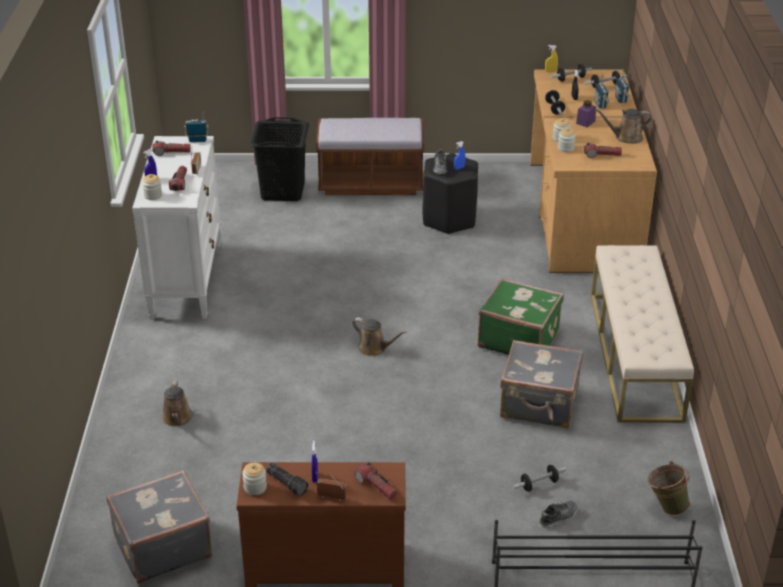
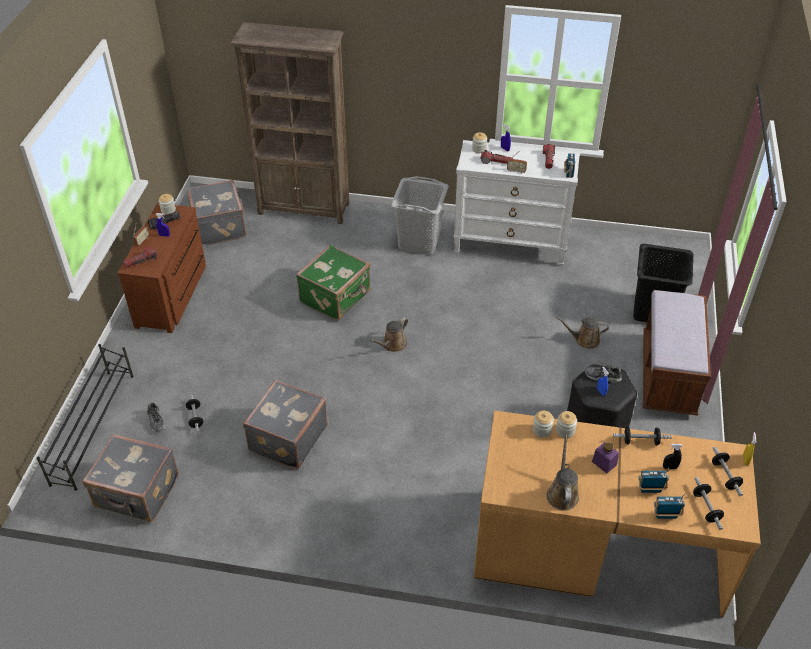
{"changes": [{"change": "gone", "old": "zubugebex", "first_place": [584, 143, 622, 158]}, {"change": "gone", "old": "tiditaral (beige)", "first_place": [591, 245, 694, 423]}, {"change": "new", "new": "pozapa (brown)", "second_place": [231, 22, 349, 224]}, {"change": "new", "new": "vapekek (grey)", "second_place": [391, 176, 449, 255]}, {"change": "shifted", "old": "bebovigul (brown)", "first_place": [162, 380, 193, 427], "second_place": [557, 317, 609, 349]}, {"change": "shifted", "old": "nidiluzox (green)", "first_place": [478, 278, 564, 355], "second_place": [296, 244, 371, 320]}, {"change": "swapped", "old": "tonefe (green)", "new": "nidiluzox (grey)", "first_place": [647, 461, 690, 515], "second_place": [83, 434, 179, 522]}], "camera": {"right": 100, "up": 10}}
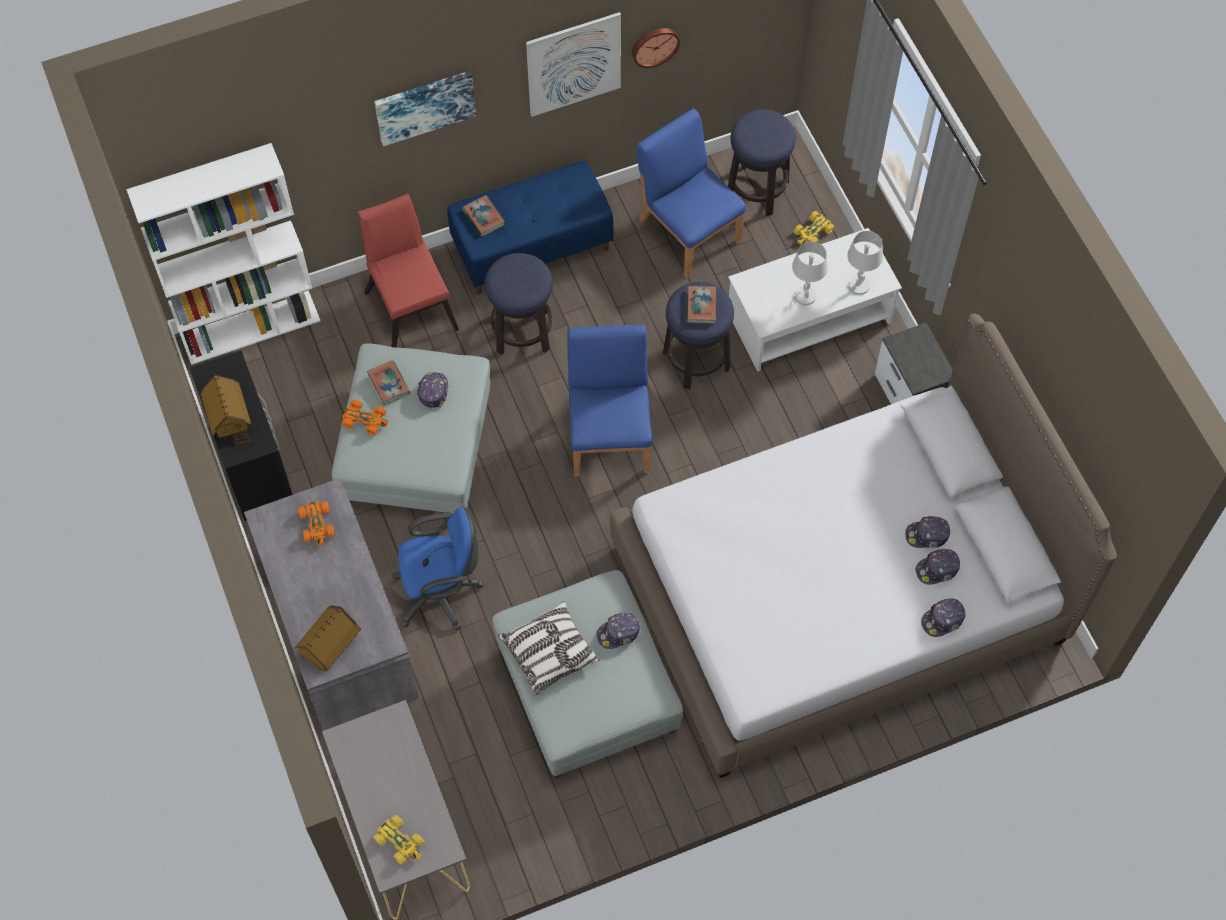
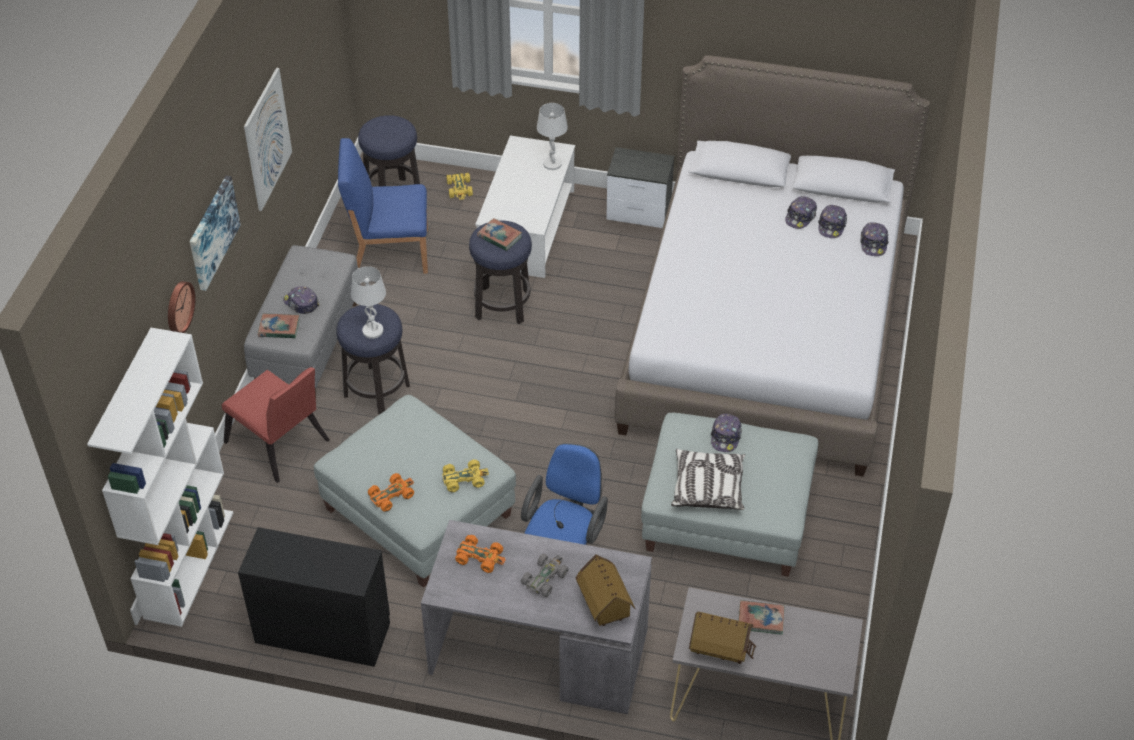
{"changes": [{"change": "gone", "old": "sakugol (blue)", "first_place": [567, 325, 652, 476]}, {"change": "new", "new": "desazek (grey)", "second_place": [521, 554, 569, 597]}, {"change": "shifted", "old": "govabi", "first_place": [201, 375, 251, 446], "second_place": [689, 612, 756, 664]}, {"change": "shifted", "old": "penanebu", "first_place": [367, 360, 410, 405], "second_place": [738, 600, 785, 635]}, {"change": "shifted", "old": "desazek (yellow)", "first_place": [373, 815, 424, 865], "second_place": [442, 460, 489, 492]}, {"change": "shifted", "old": "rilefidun", "first_place": [417, 373, 448, 408], "second_place": [283, 286, 320, 314]}, {"change": "shifted", "old": "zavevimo", "first_place": [632, 28, 680, 68], "second_place": [168, 281, 195, 333]}, {"change": "shifted", "old": "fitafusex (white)", "first_place": [792, 241, 828, 305], "second_place": [351, 266, 386, 339]}, {"change": "repainted", "old": "tiditaral (blue)", "new": "tiditaral (grey)", "first_place": [447, 161, 614, 295], "second_place": [244, 245, 361, 397]}, {"change": "rotated", "old": "sakugol (red)", "first_place": [358, 194, 459, 348], "second_place": [222, 367, 330, 483], "degrees": -150}], "camera": {"right": -55, "up": -15}}
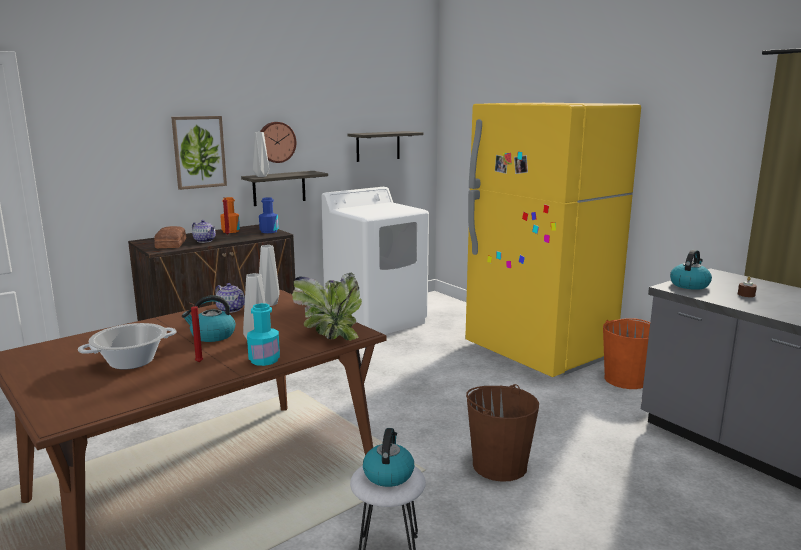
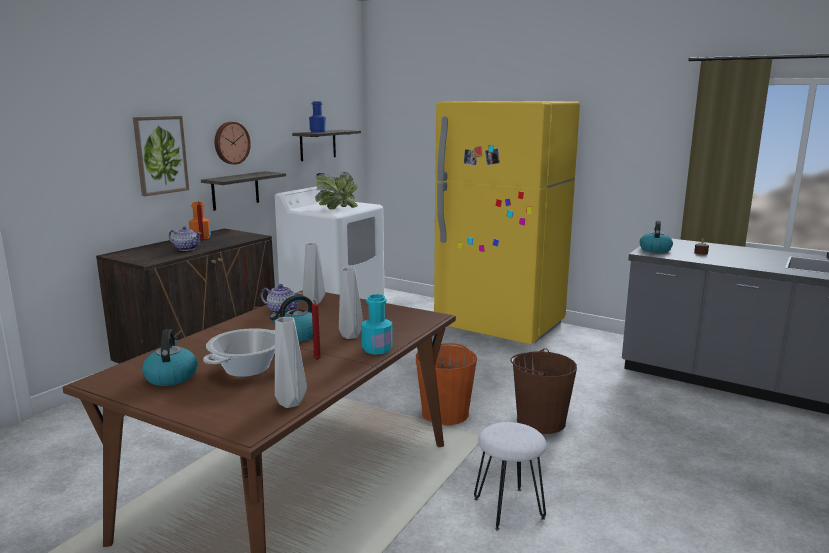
{"changes": [{"change": "gone", "old": "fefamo", "first_place": [154, 226, 186, 248]}, {"change": "shifted", "old": "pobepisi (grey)", "first_place": [253, 132, 269, 177], "second_place": [275, 317, 307, 408]}, {"change": "shifted", "old": "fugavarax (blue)", "first_place": [259, 197, 279, 233], "second_place": [309, 102, 326, 133]}, {"change": "shifted", "old": "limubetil", "first_place": [292, 273, 362, 340], "second_place": [315, 172, 358, 210]}, {"change": "shifted", "old": "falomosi", "first_place": [363, 428, 414, 487], "second_place": [142, 329, 198, 386]}, {"change": "shifted", "old": "tonefe (orange)", "first_place": [603, 318, 650, 389], "second_place": [416, 343, 477, 425]}], "camera": {"right": -20, "up": 0}}
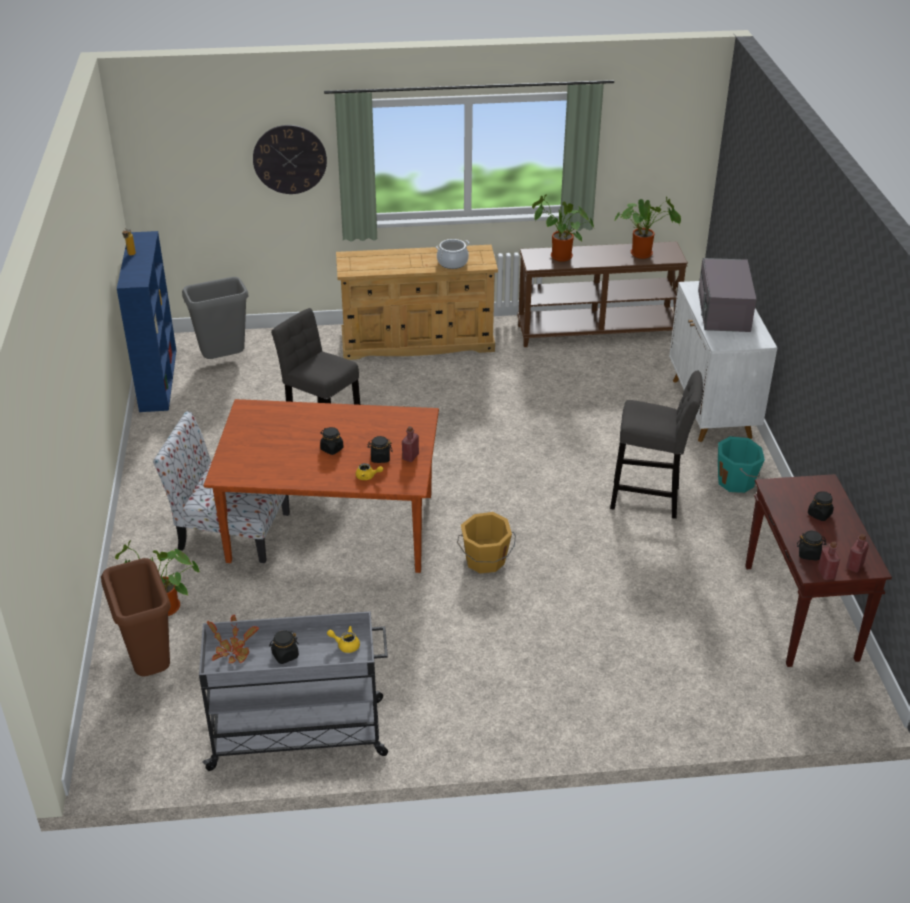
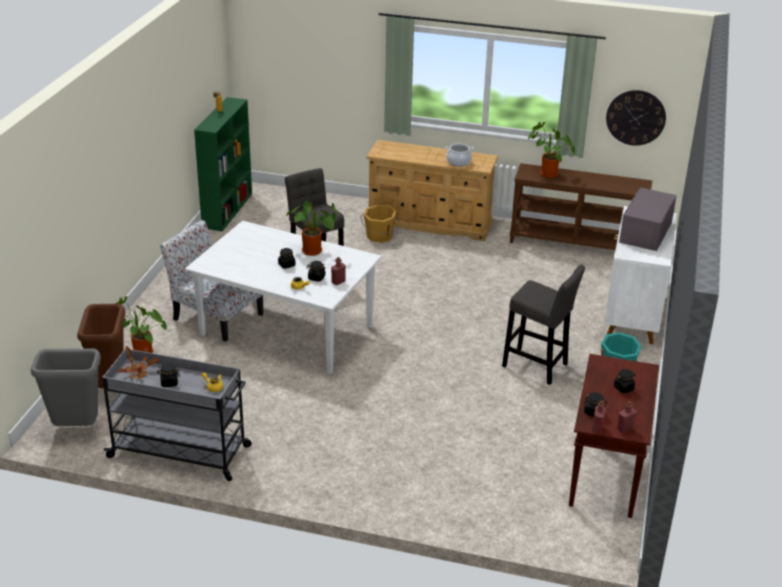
{"changes": [{"change": "shifted", "old": "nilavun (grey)", "first_place": [182, 277, 248, 359], "second_place": [31, 348, 101, 426]}, {"change": "shifted", "old": "zavevimo", "first_place": [253, 125, 327, 194], "second_place": [606, 90, 666, 146]}, {"change": "shifted", "old": "tonefe (orange)", "first_place": [457, 512, 516, 574], "second_place": [360, 205, 399, 243]}, {"change": "shifted", "old": "limubetil", "first_place": [615, 197, 681, 259], "second_place": [286, 201, 339, 256]}, {"change": "repainted", "old": "pozapa (blue)", "new": "pozapa (green)", "first_place": [117, 231, 176, 412], "second_place": [194, 97, 252, 231]}, {"change": "repainted", "old": "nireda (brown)", "new": "nireda (white)", "first_place": [204, 399, 439, 573], "second_place": [185, 221, 382, 374]}], "camera": {"right": 20, "up": -5}}
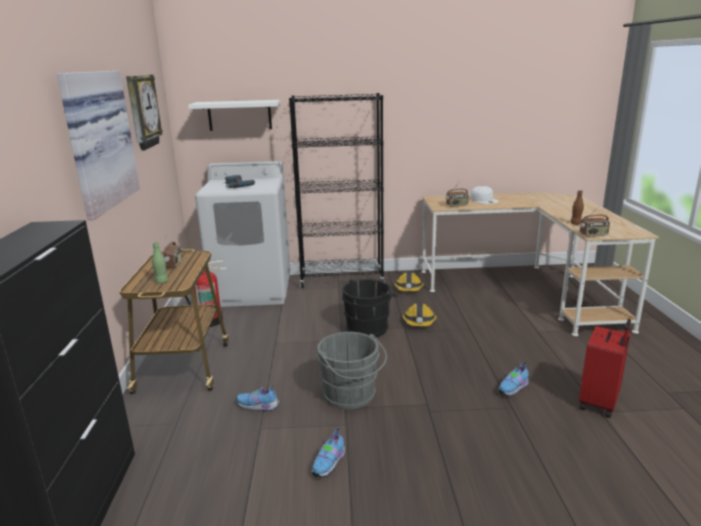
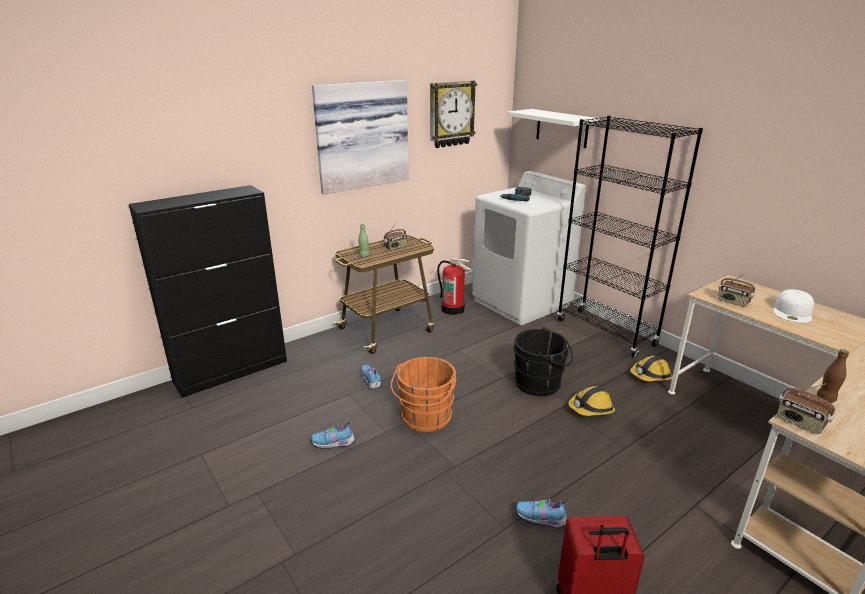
{"changes": [{"change": "repainted", "old": "tonefe (grey)", "new": "tonefe (orange)", "first_place": [317, 332, 387, 409], "second_place": [391, 357, 456, 432]}], "camera": {"right": 55, "up": 5}}
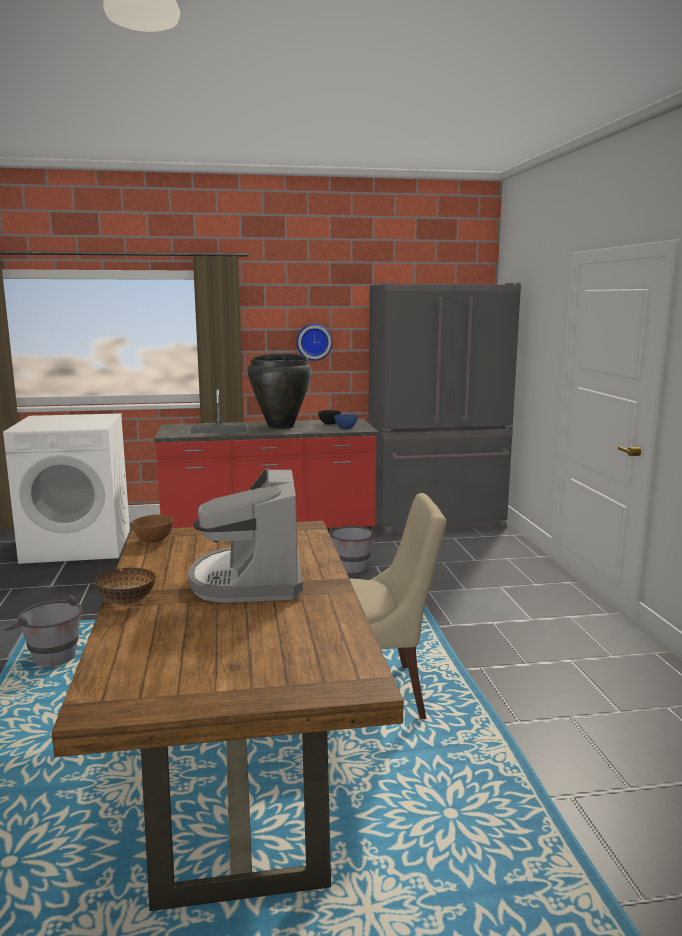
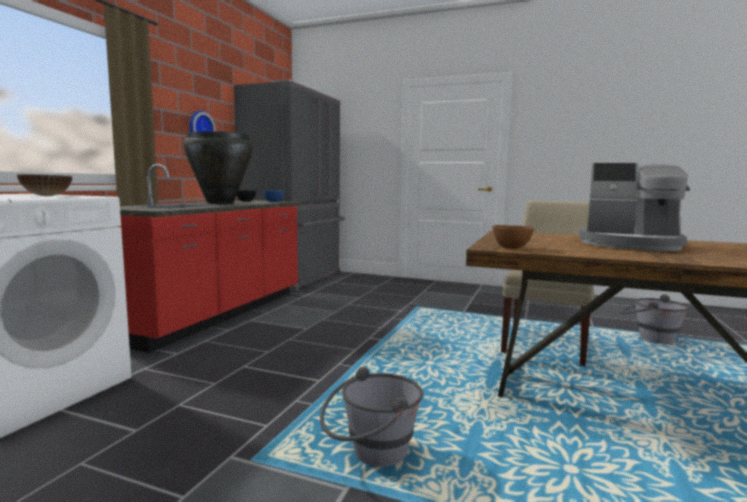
{"changes": [{"change": "shifted", "old": "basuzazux", "first_place": [94, 568, 156, 605], "second_place": [17, 174, 72, 196]}, {"change": "shifted", "old": "tonefe (grey)", "first_place": [329, 525, 380, 573], "second_place": [620, 294, 689, 344]}], "camera": {"right": -60, "up": -5}}
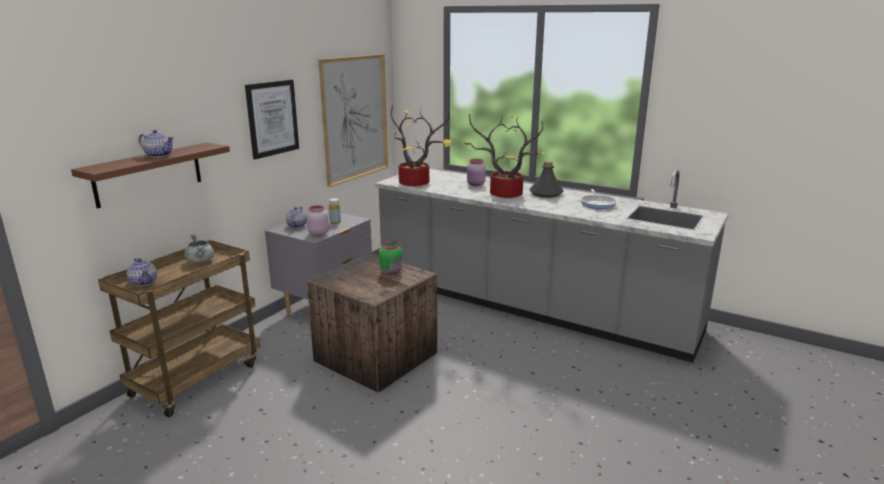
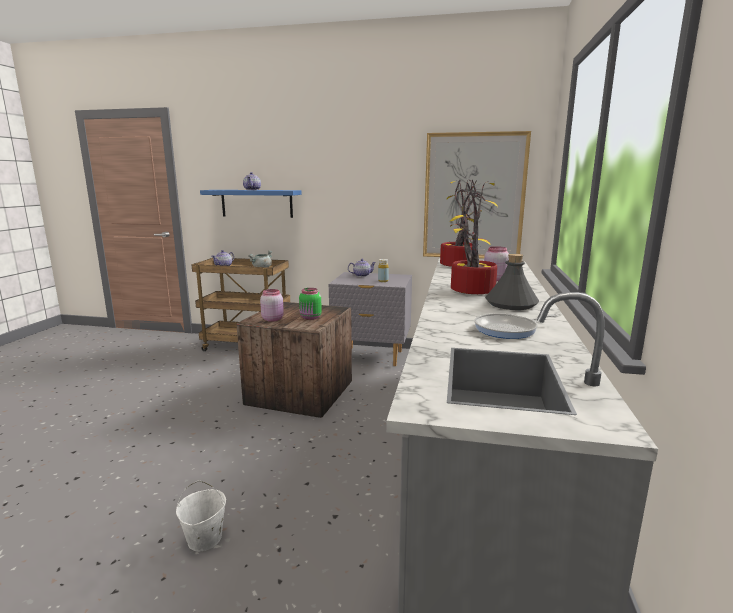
{"changes": [{"change": "gone", "old": "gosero", "first_place": [245, 80, 299, 159]}, {"change": "new", "new": "tonefe (white)", "second_place": [176, 480, 226, 552]}, {"change": "shifted", "old": "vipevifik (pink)", "first_place": [306, 205, 329, 236], "second_place": [260, 289, 284, 322]}, {"change": "repainted", "old": "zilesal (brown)", "new": "zilesal (blue)", "first_place": [71, 142, 230, 209], "second_place": [200, 190, 302, 218]}], "camera": {"right": 70, "up": -5}}
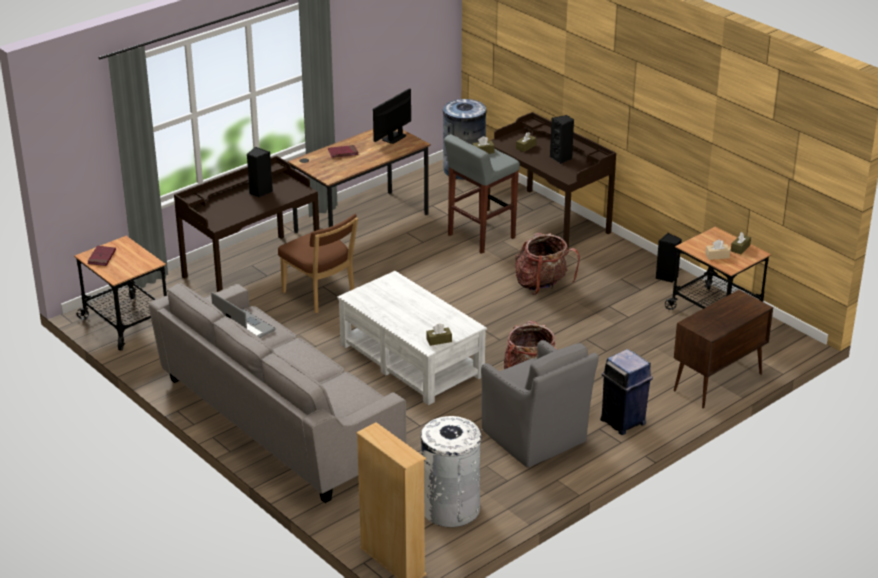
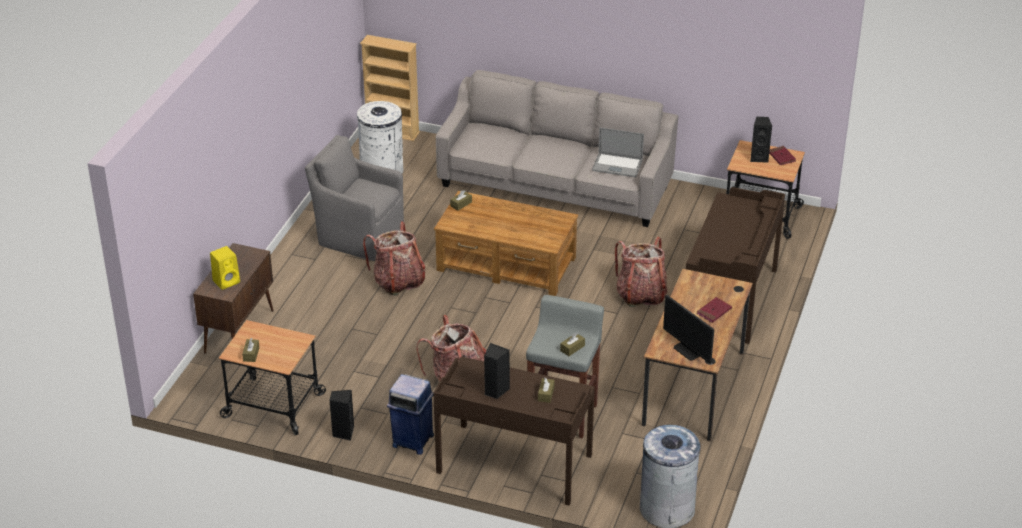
{"changes": [{"change": "gone", "old": "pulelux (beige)", "first_place": [705, 239, 730, 260]}, {"change": "new", "new": "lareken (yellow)", "second_place": [210, 246, 240, 290]}, {"change": "shifted", "old": "lareken (black)", "first_place": [247, 147, 273, 197], "second_place": [750, 117, 772, 163]}, {"change": "shifted", "old": "nilavun (blue)", "first_place": [600, 349, 653, 435], "second_place": [387, 374, 434, 455]}, {"change": "swapped", "old": "sakugol (brown)", "new": "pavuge", "first_place": [278, 214, 358, 313], "second_place": [615, 237, 668, 307]}, {"change": "repainted", "old": "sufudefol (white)", "new": "sufudefol (brown)", "first_place": [337, 271, 487, 405], "second_place": [434, 191, 579, 296]}, {"change": "rotated", "old": "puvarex", "first_place": [373, 88, 411, 144], "second_place": [663, 295, 714, 363], "degrees": 135}], "camera": {"right": 150, "up": 5}}
